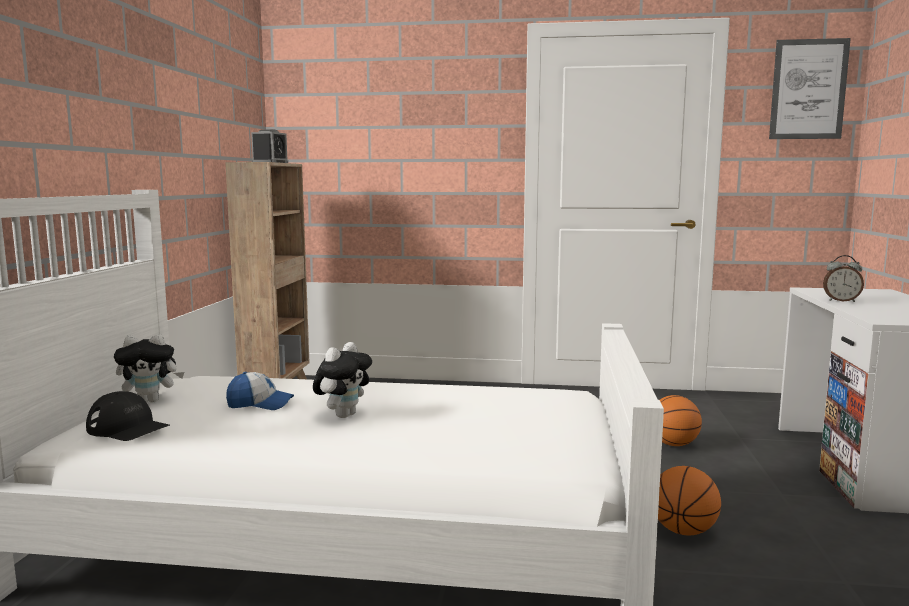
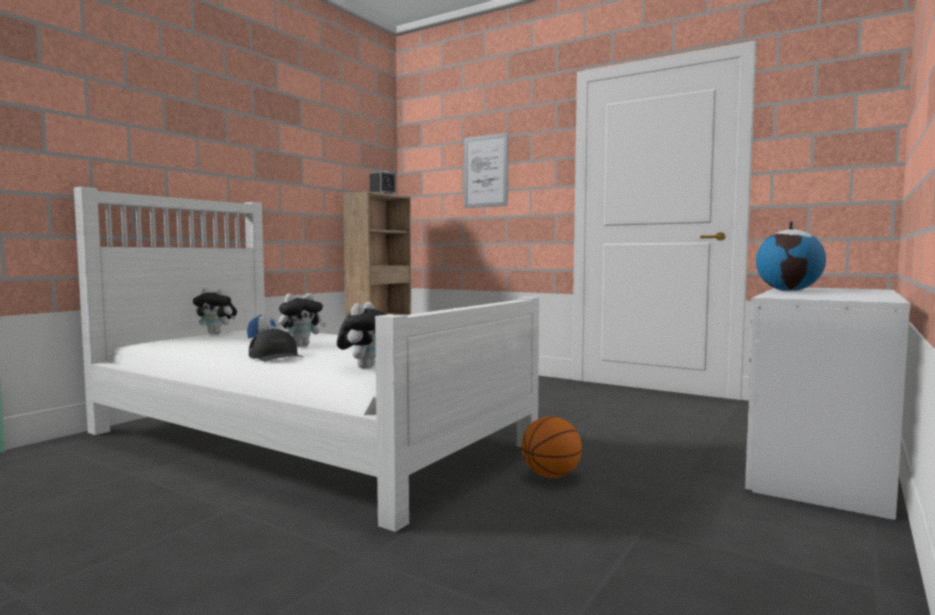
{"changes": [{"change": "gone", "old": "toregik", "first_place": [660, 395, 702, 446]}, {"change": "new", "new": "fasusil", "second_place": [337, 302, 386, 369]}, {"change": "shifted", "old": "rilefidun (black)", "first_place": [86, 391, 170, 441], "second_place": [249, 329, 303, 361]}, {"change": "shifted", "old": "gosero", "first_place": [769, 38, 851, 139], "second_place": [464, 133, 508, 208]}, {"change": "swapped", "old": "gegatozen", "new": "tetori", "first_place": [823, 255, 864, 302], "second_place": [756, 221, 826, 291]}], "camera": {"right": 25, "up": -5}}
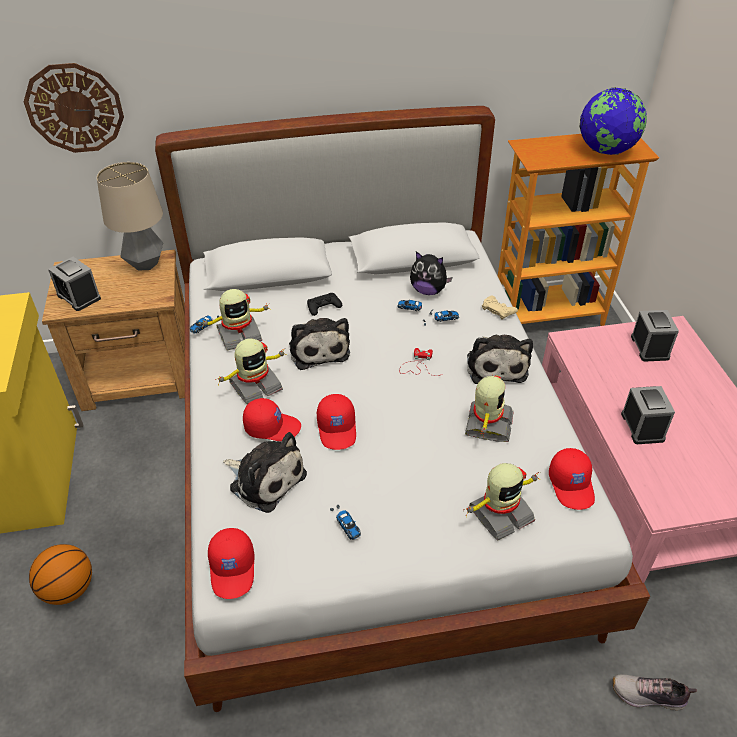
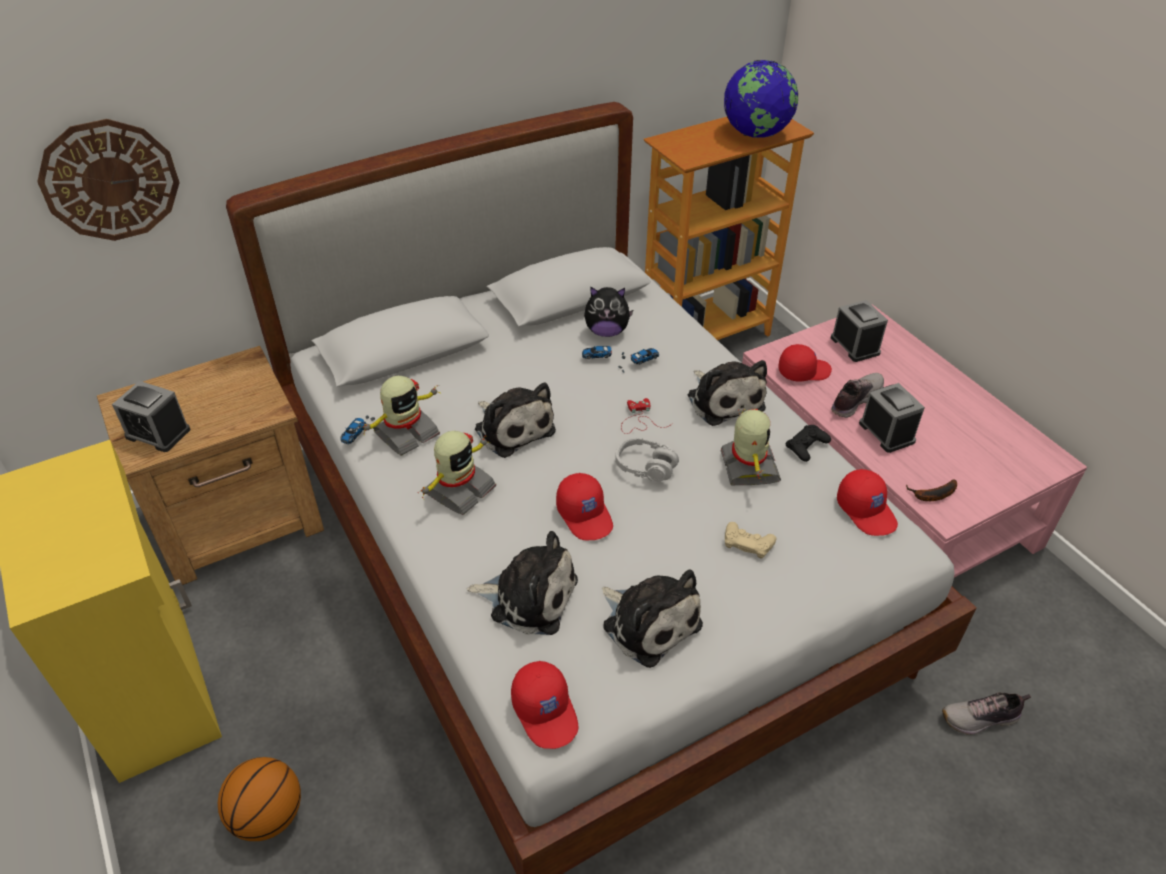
{"changes": [{"change": "gone", "old": "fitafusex", "first_place": [97, 162, 163, 271]}, {"change": "gone", "old": "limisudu", "first_place": [463, 463, 540, 540]}, {"change": "new", "new": "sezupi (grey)", "second_place": [615, 437, 679, 481]}, {"change": "new", "new": "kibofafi", "second_place": [831, 373, 884, 418]}, {"change": "new", "new": "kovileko", "second_place": [906, 479, 957, 501]}, {"change": "shifted", "old": "rilefidun (red)", "first_place": [243, 398, 301, 442], "second_place": [778, 344, 832, 382]}, {"change": "shifted", "old": "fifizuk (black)", "first_place": [307, 293, 342, 316], "second_place": [786, 425, 831, 462]}, {"change": "shifted", "old": "fifizuk (beige)", "first_place": [482, 296, 518, 320], "second_place": [725, 522, 777, 558]}, {"change": "swapped", "old": "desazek", "new": "fasusil", "first_place": [330, 505, 361, 540], "second_place": [602, 569, 703, 668]}], "camera": {"right": -20, "up": 0}}
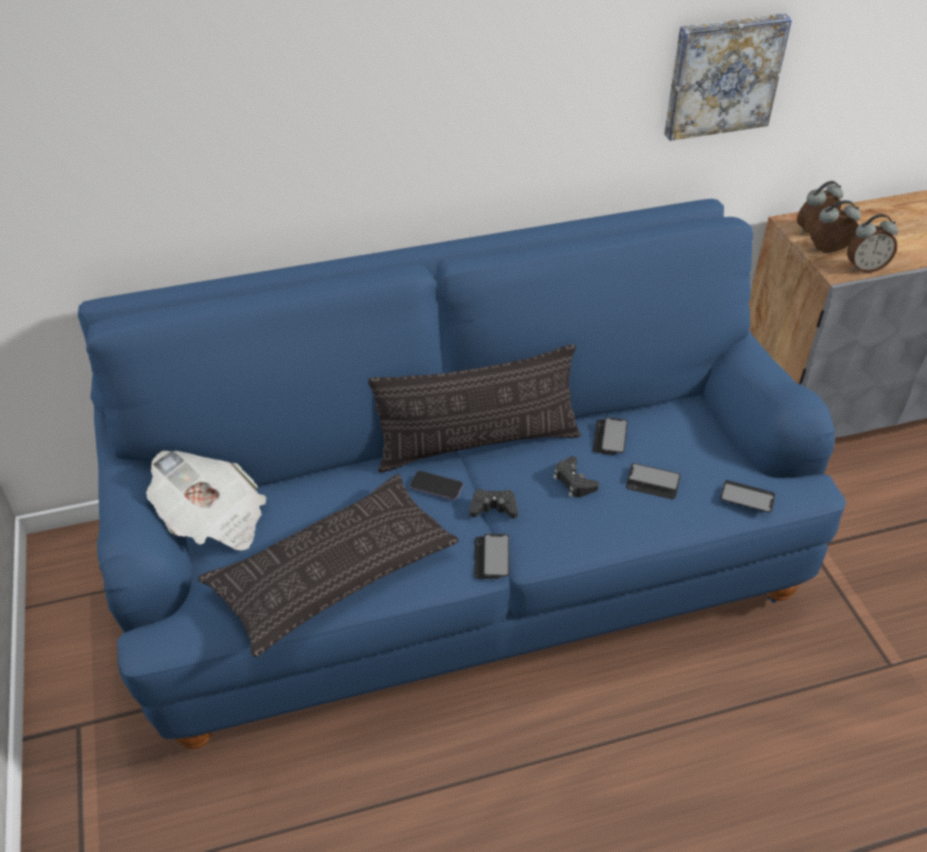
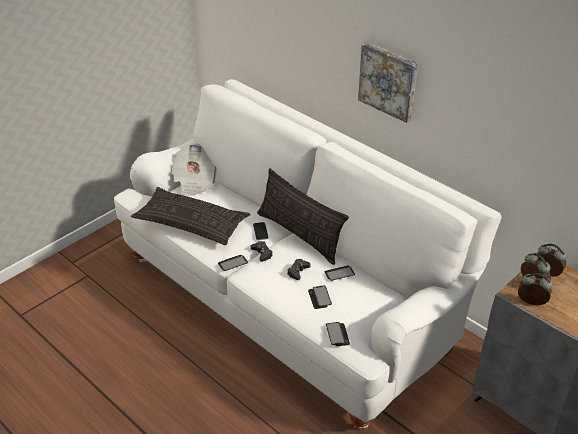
{"changes": [{"change": "shifted", "old": "gosero", "first_place": [664, 13, 792, 141], "second_place": [358, 42, 418, 123]}, {"change": "repainted", "old": "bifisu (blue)", "new": "bifisu (white)", "first_place": [78, 199, 846, 749], "second_place": [114, 79, 501, 428]}, {"change": "rotated", "old": "gegatozen", "first_place": [847, 214, 898, 273], "second_place": [518, 273, 552, 305], "degrees": 150}], "camera": {"right": 60, "up": -5}}
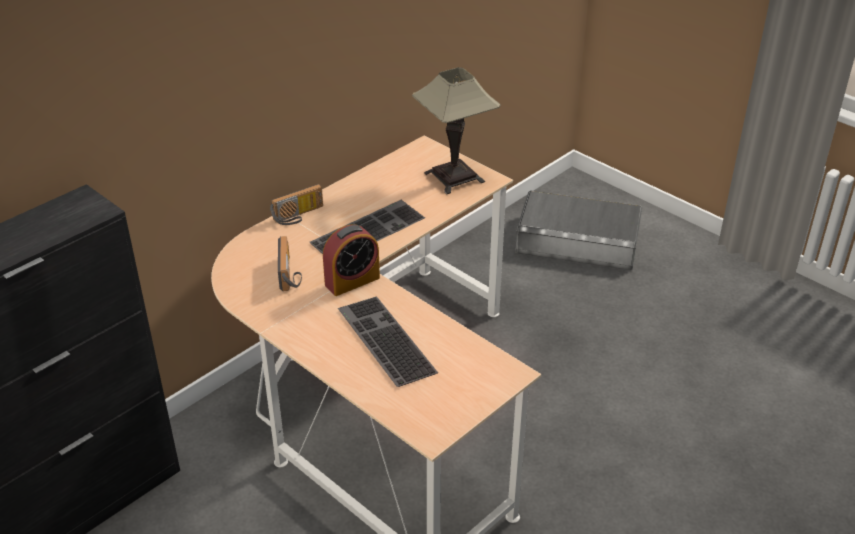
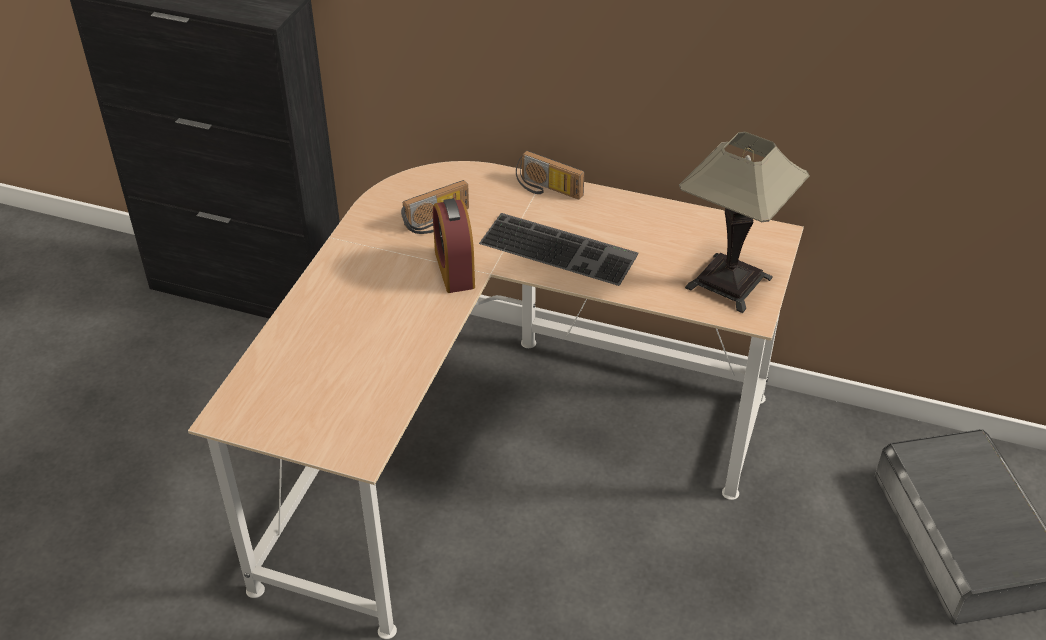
{"changes": [{"change": "gone", "old": "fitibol", "first_place": [338, 297, 438, 387]}, {"change": "rotated", "old": "gegatozen", "first_place": [323, 225, 380, 296], "second_place": [433, 198, 475, 293], "degrees": 45}], "camera": {"right": 65, "up": 5}}
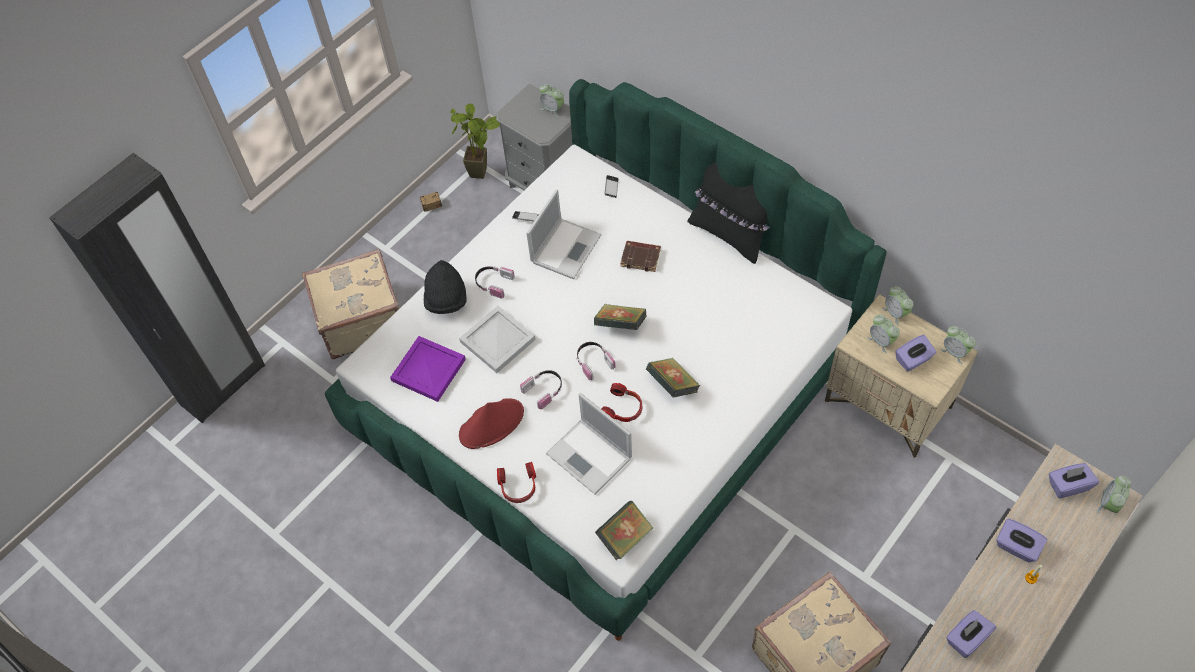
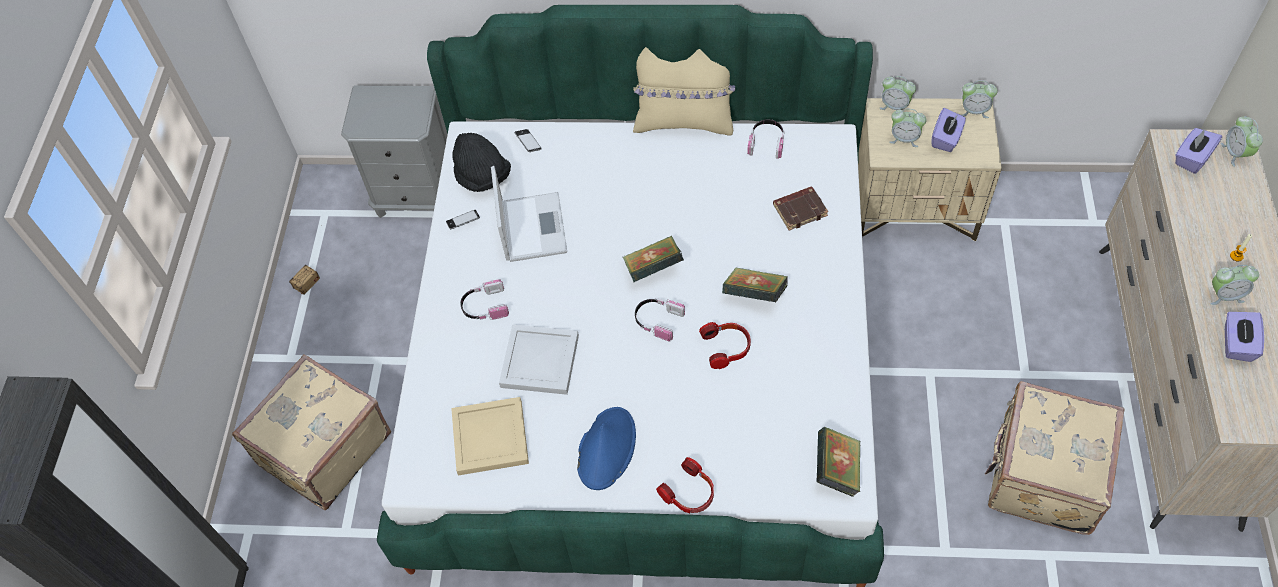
{"changes": [{"change": "gone", "old": "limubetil", "first_place": [450, 104, 500, 179]}, {"change": "gone", "old": "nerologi", "first_place": [546, 393, 632, 495]}, {"change": "gone", "old": "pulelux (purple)", "first_place": [996, 518, 1047, 563]}, {"change": "shifted", "old": "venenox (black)", "first_place": [424, 260, 467, 314], "second_place": [452, 133, 511, 192]}, {"change": "shifted", "old": "sezupi", "first_place": [520, 370, 562, 410], "second_place": [747, 119, 785, 159]}, {"change": "shifted", "old": "gegatozen", "first_place": [540, 84, 564, 117], "second_place": [1210, 265, 1259, 305]}, {"change": "shifted", "old": "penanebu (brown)", "first_place": [620, 241, 661, 272], "second_place": [773, 186, 829, 230]}, {"change": "repainted", "old": "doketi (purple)", "new": "doketi (beige)", "first_place": [390, 336, 466, 402], "second_place": [451, 397, 529, 476]}, {"change": "repainted", "old": "venenox (red)", "new": "venenox (blue)", "first_place": [459, 398, 524, 449], "second_place": [577, 407, 636, 490]}, {"change": "repainted", "old": "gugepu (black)", "new": "gugepu (beige)", "first_place": [687, 163, 770, 264], "second_place": [633, 47, 735, 135]}], "camera": {"right": -35, "up": 0}}
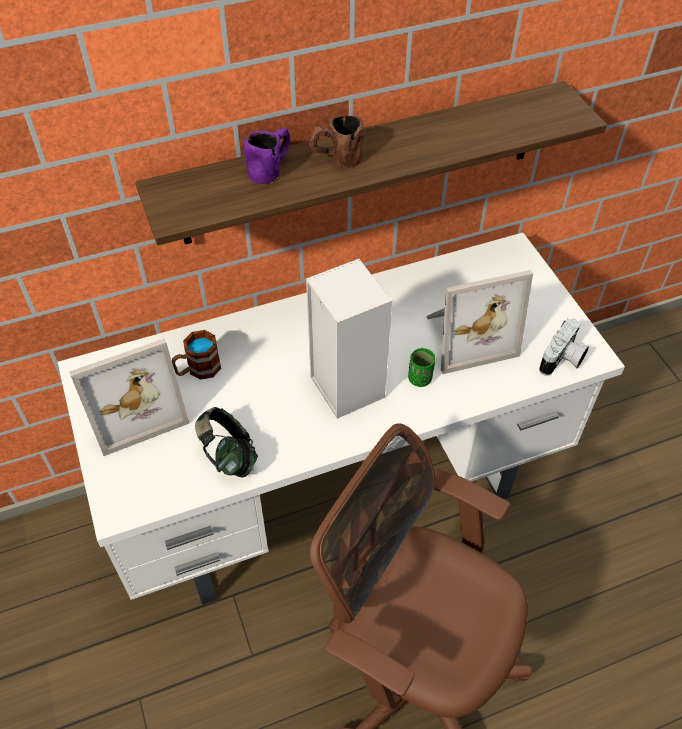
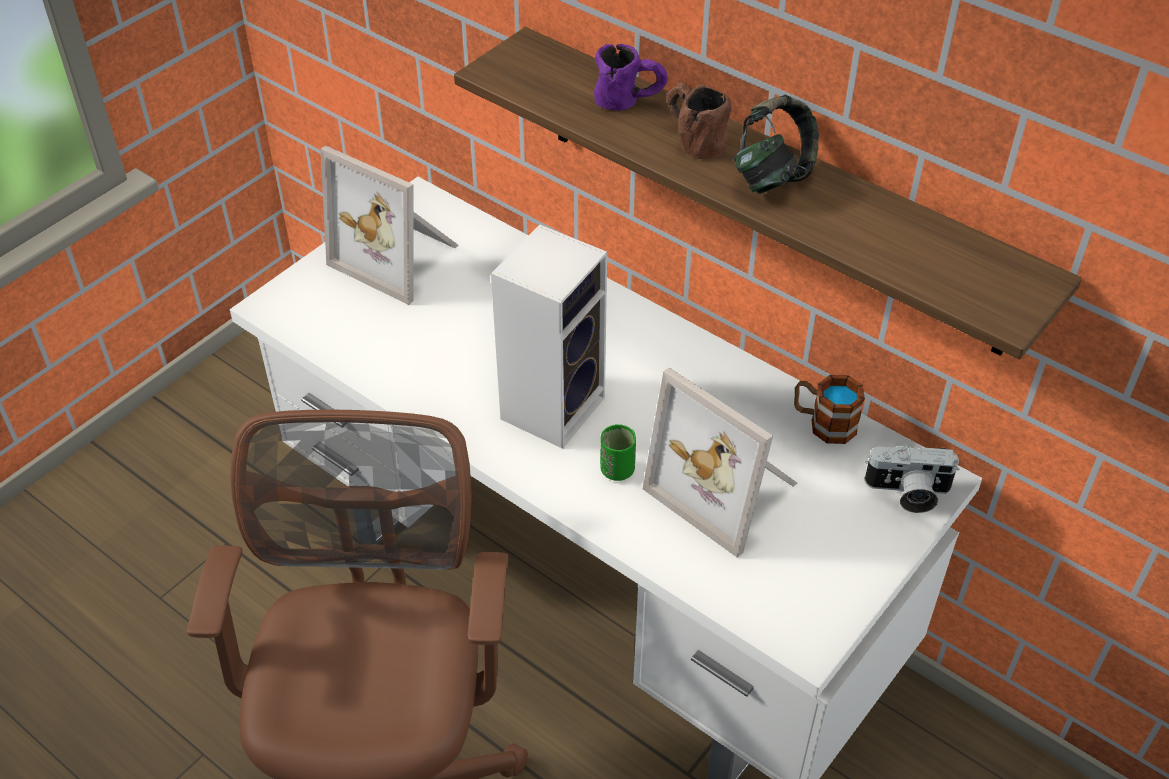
{"changes": [{"change": "shifted", "old": "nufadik", "first_place": [172, 330, 221, 380], "second_place": [794, 375, 865, 444]}, {"change": "shifted", "old": "sezupi", "first_place": [195, 407, 258, 477], "second_place": [733, 95, 819, 194]}, {"change": "shifted", "old": "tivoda", "first_place": [539, 318, 589, 376], "second_place": [864, 445, 960, 513]}], "camera": {"right": 60, "up": -5}}
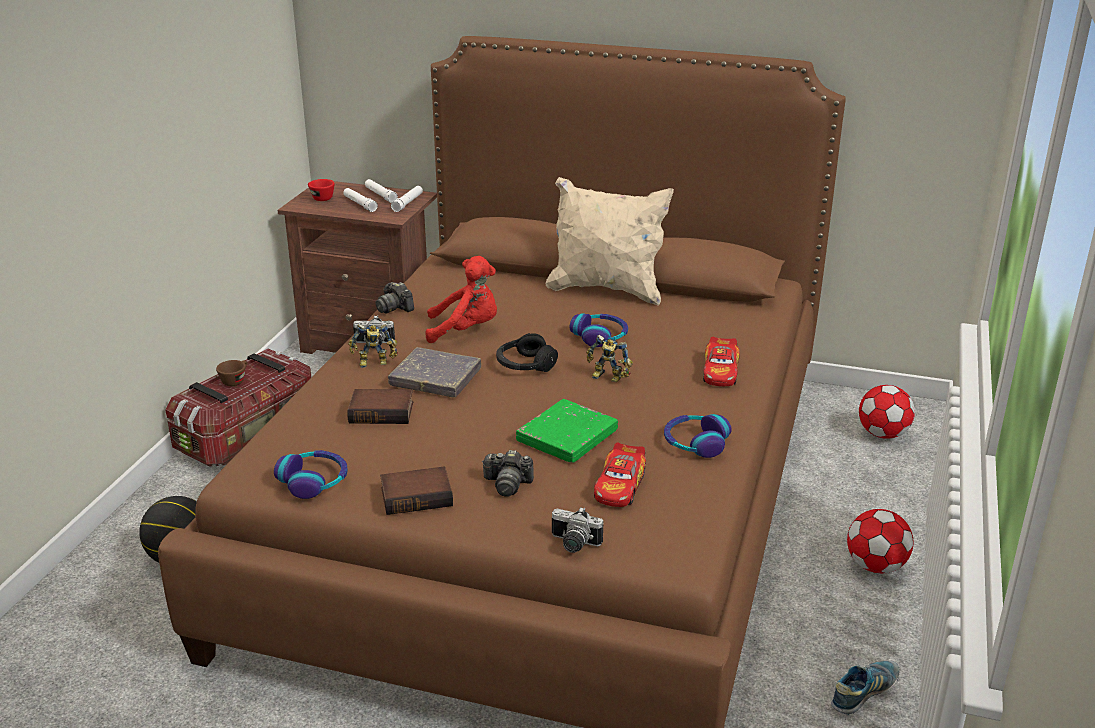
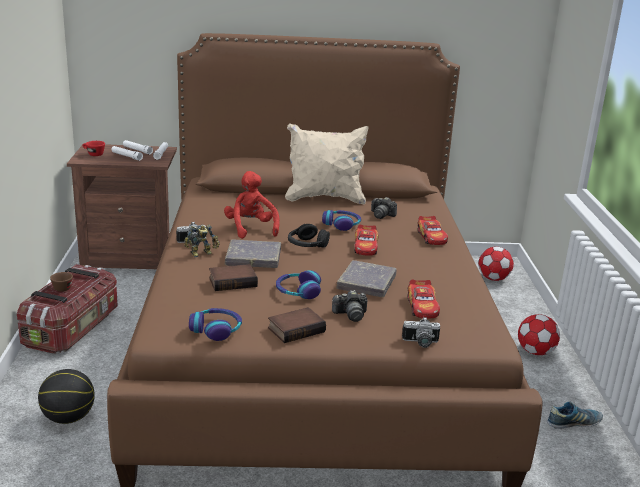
{"changes": [{"change": "shifted", "old": "tivoda", "first_place": [375, 282, 414, 314], "second_place": [371, 197, 397, 219]}, {"change": "shifted", "old": "sezupi", "first_place": [664, 414, 732, 458], "second_place": [276, 270, 321, 299]}, {"change": "swapped", "old": "limisudu", "new": "desazek", "first_place": [586, 335, 633, 382], "second_place": [354, 224, 379, 255]}, {"change": "repainted", "old": "penanebu (green)", "new": "penanebu (grey)", "first_place": [516, 399, 618, 463], "second_place": [337, 260, 397, 297]}, {"change": "rotated", "old": "fasusil (red)", "first_place": [425, 256, 497, 343], "second_place": [224, 171, 280, 239], "degrees": -90}, {"change": "rotated", "old": "kibofafi", "first_place": [831, 661, 900, 715], "second_place": [547, 402, 603, 429], "degrees": 45}], "camera": {"right": -20, "up": -5}}
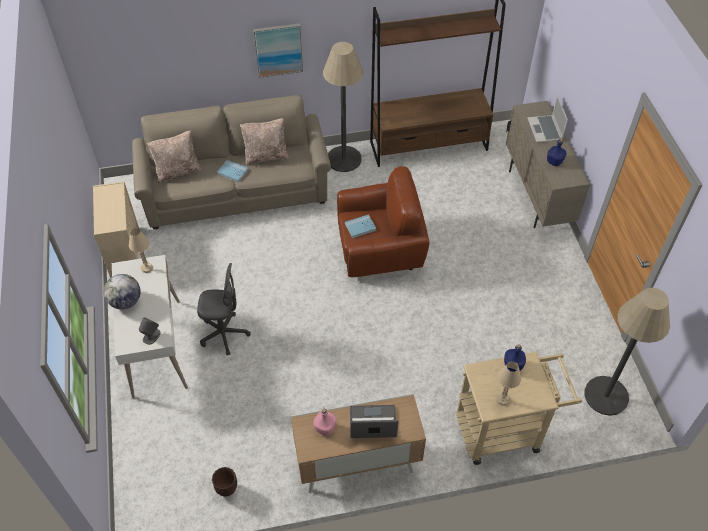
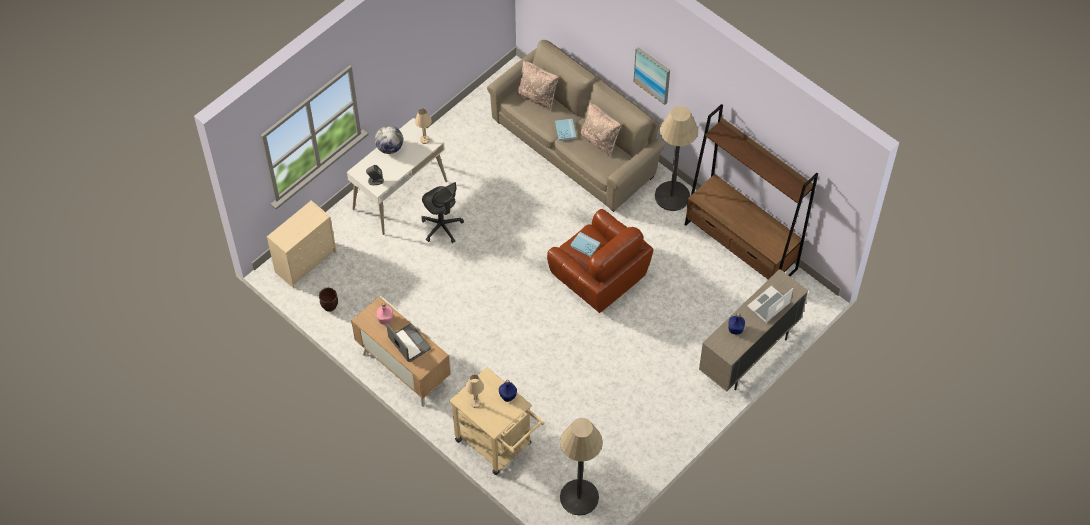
{"changes": [{"change": "shifted", "old": "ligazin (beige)", "first_place": [93, 181, 139, 278], "second_place": [267, 200, 337, 288]}], "camera": {"right": 55, "up": 5}}
